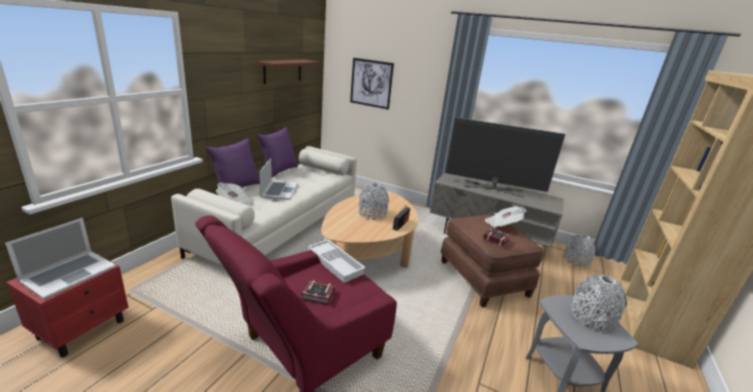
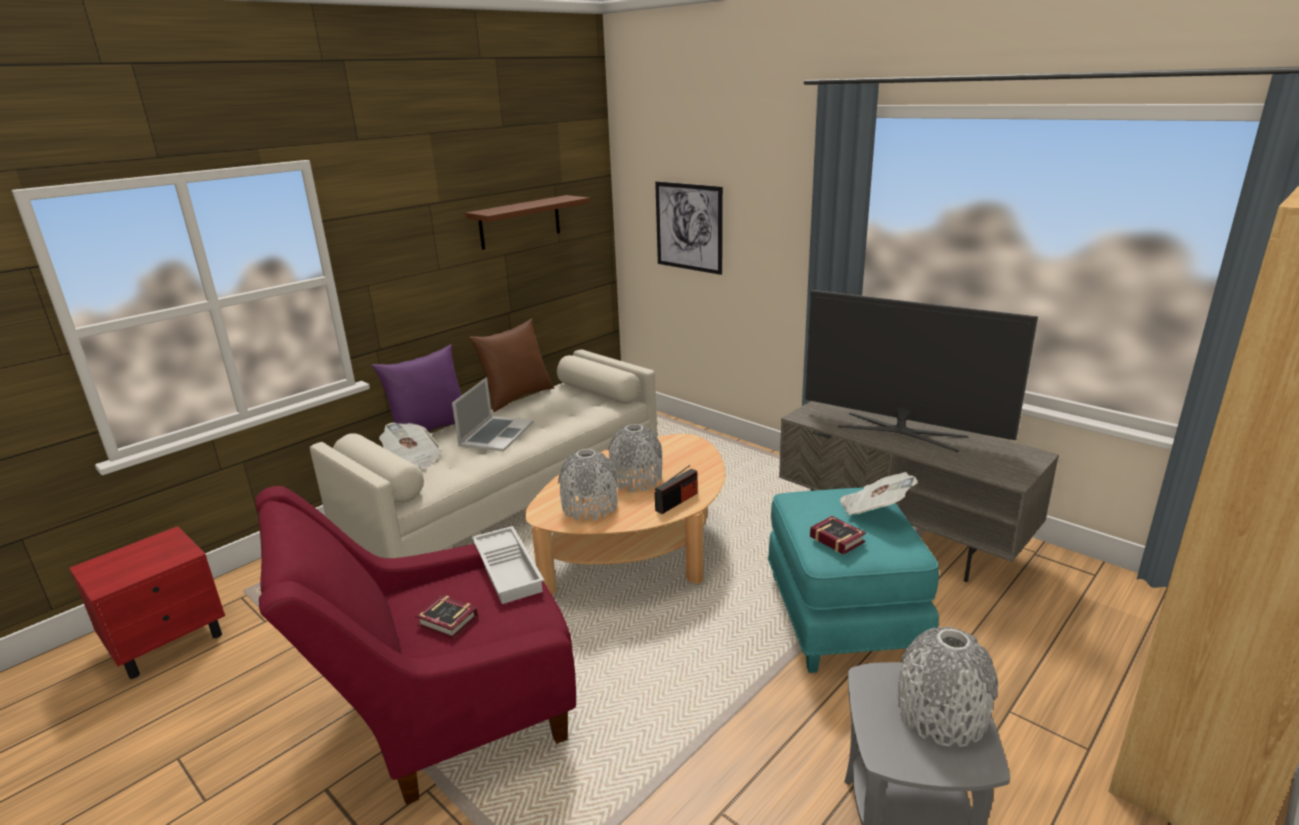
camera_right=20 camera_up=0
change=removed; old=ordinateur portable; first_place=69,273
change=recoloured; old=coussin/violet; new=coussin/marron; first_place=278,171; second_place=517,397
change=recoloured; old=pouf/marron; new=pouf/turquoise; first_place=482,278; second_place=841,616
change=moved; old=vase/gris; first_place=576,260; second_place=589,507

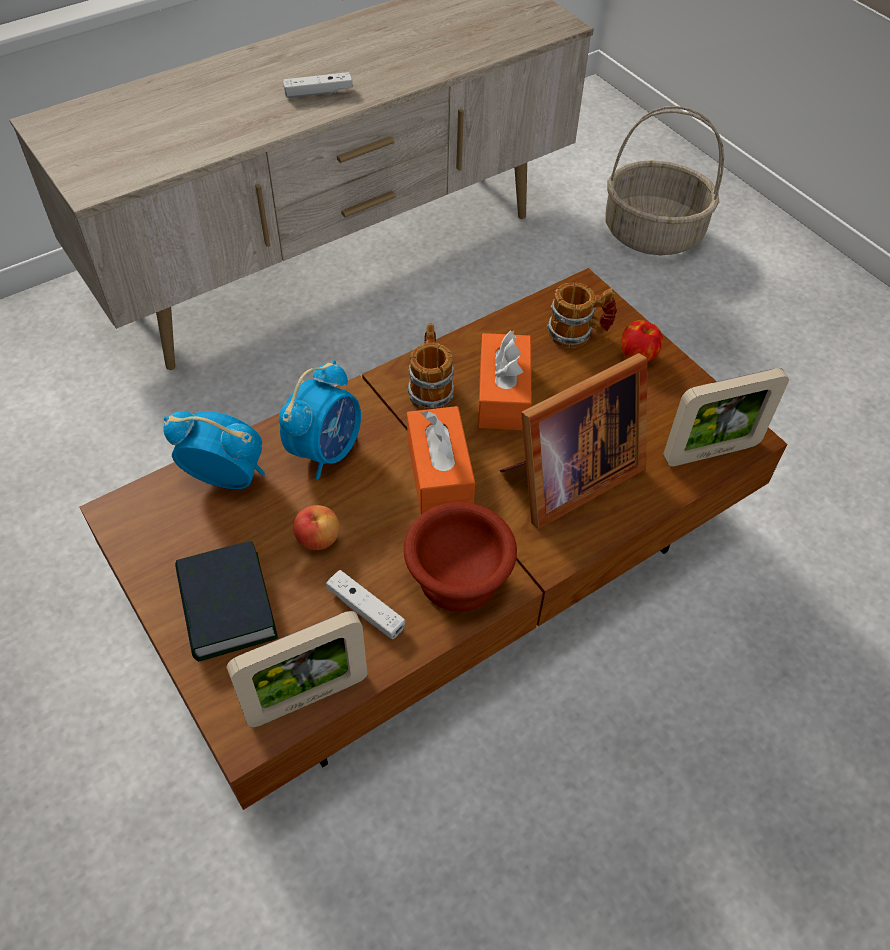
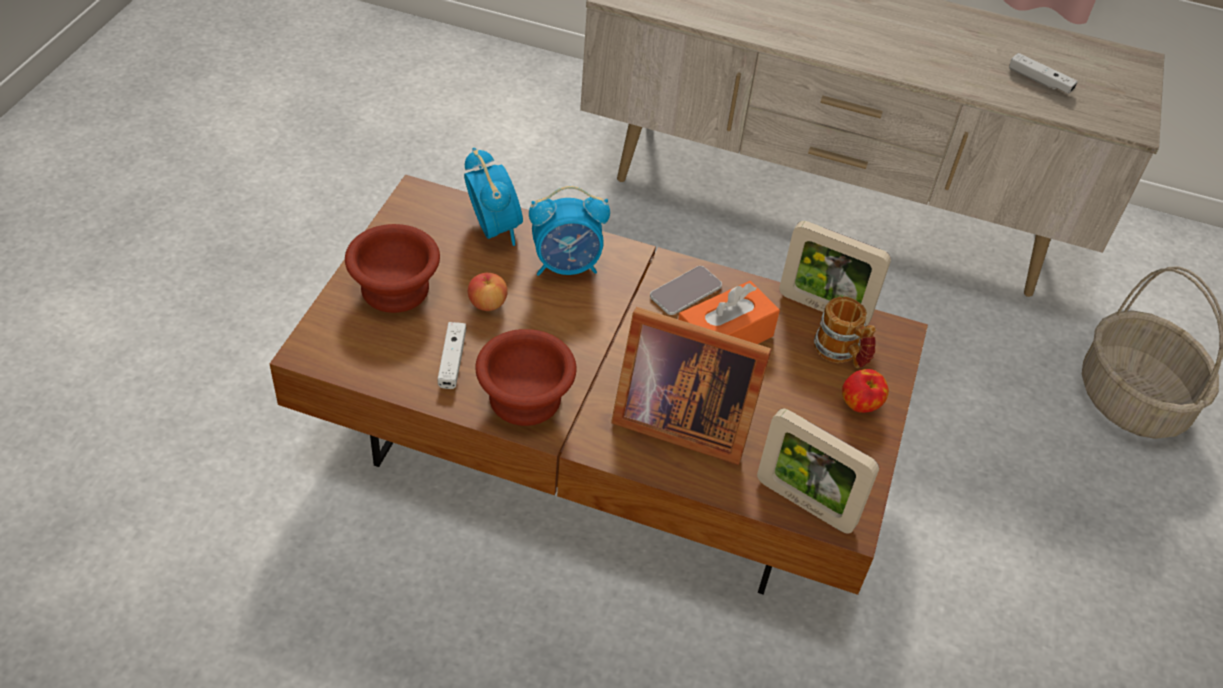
camera_right=50 camera_up=-5
change=replaced; old=livre; new=bol/marron; first_place=227,606; second_place=392,288
change=moved; old=cadre photo; first_place=307,698; second_place=823,308
change=moved; old=manette/blanc; first_place=318,92; second_place=1039,81
change=removed; old=boîte à mouchoirs/orange; first_place=439,472
change=replaced; old=mug; new=téléphone; first_place=430,387; second_place=685,291

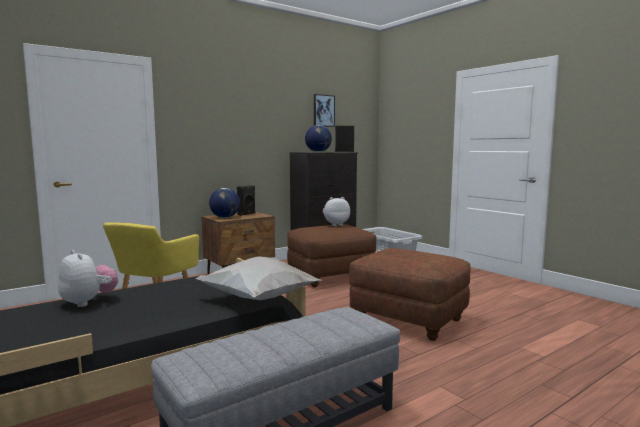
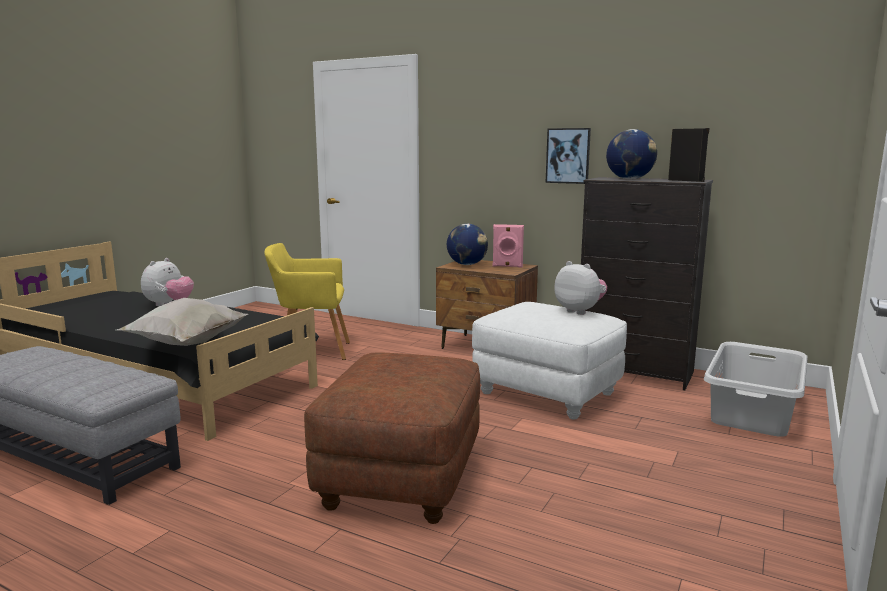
camera_right=65 camera_up=5
change=recoloured; old=enceinte/noir; new=enceinte/rose; first_place=247,214; second_place=507,266
change=recoloured; old=pouf/marron; new=pouf/blanc; first_place=330,276; second_place=546,393
change=moved; old=tableau; first_place=323,110; second_place=568,155

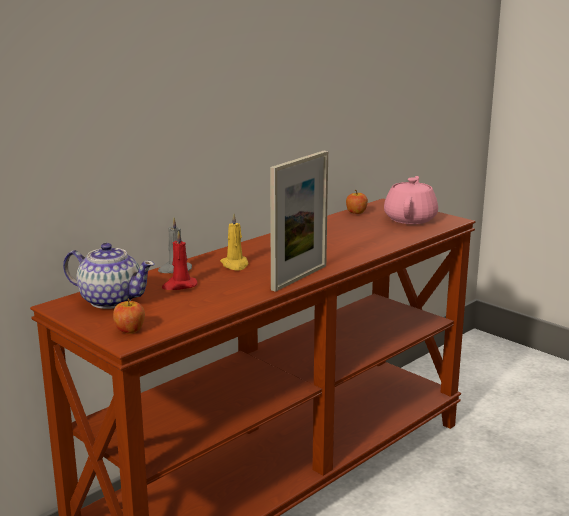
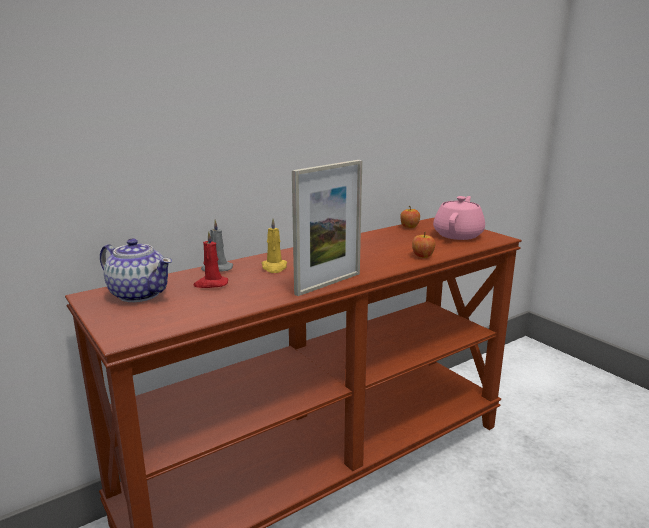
camera_right=10 camera_up=0
change=moved; old=pomme; first_place=130,330; second_place=422,256

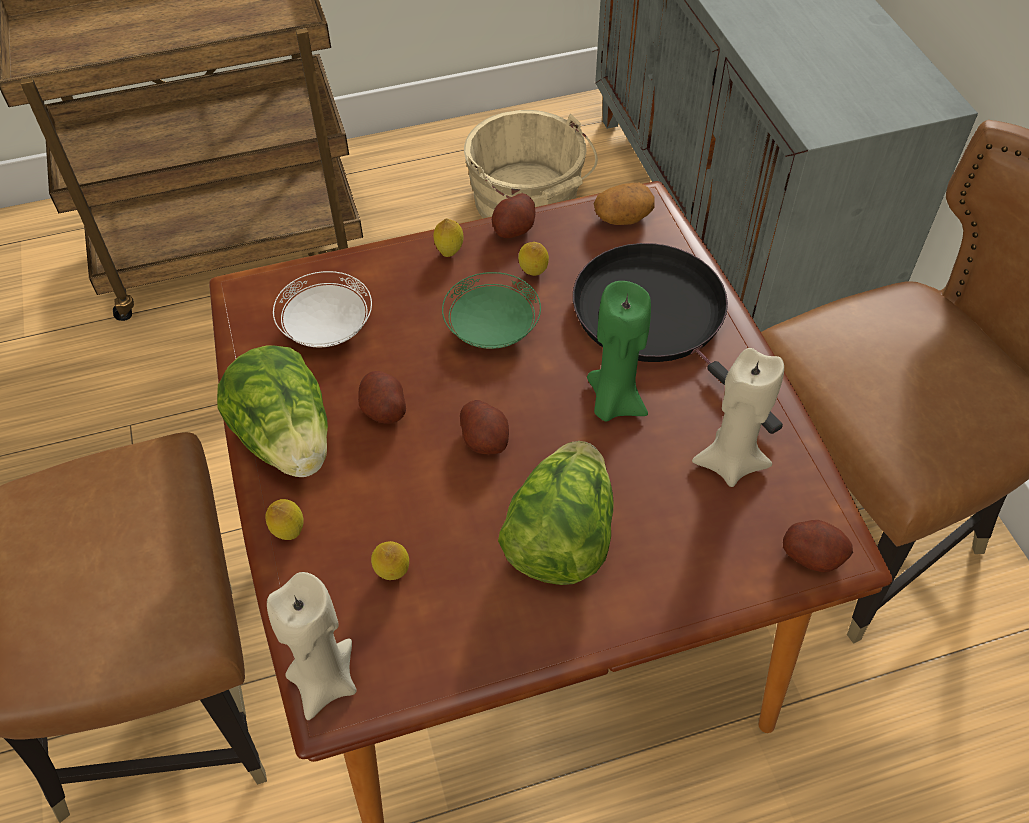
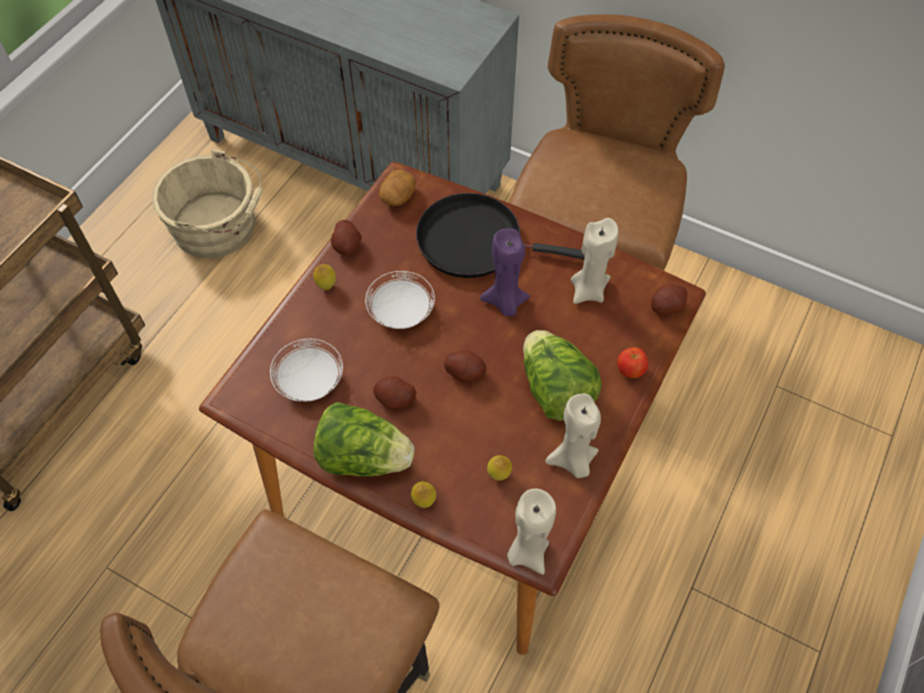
camera_right=-45 camera_up=5
change=recoloured; old=assiette/vert; new=assiette/blanc; first_place=491,330; second_place=401,312
change=removed; old=citron; first_place=533,274
change=recoloured; old=bougie/vert; new=bougie/violet; first_place=614,402; second_place=505,303
change=added; new=bougie/beige; second_place=572,461
change=added; new=pomme; second_place=630,370

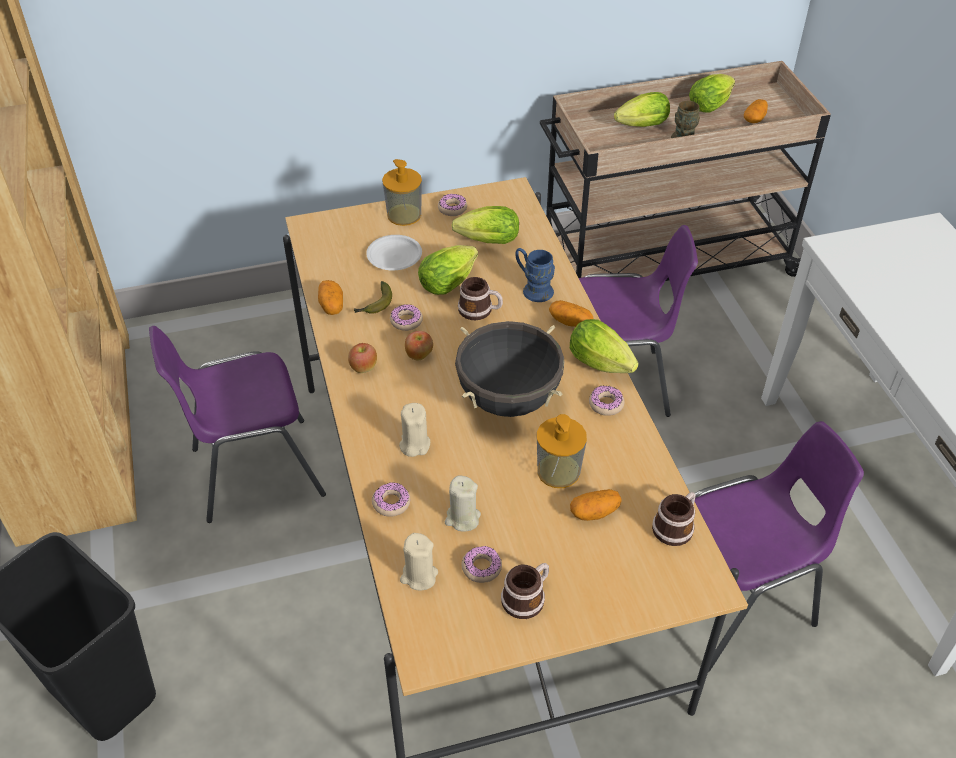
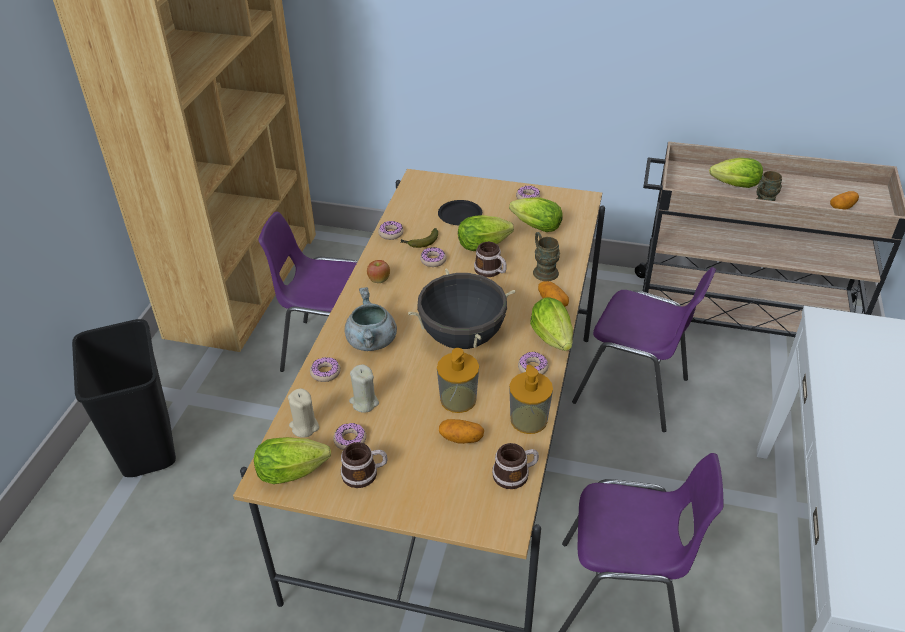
camera_right=30 camera_up=-5
change=replaced; old=pomme de terre; new=beignet; first_place=331,305; second_place=391,233
change=recoloured; old=assiette/blanc; new=assiette/noir; first_place=394,256; second_place=459,216
change=moved; old=distributeur de savon; first_place=404,215; second_place=528,419
change=replaced; old=bougie/beige; new=marmite/gris; first_place=414,444; second_place=372,342
change=removed; old=pomme; first_place=419,356
change=recoloured; old=mug/bleu; new=mug/marron; first_place=533,289; second_place=543,270
change=moved; old=laitue; first_place=711,105; second_place=296,471

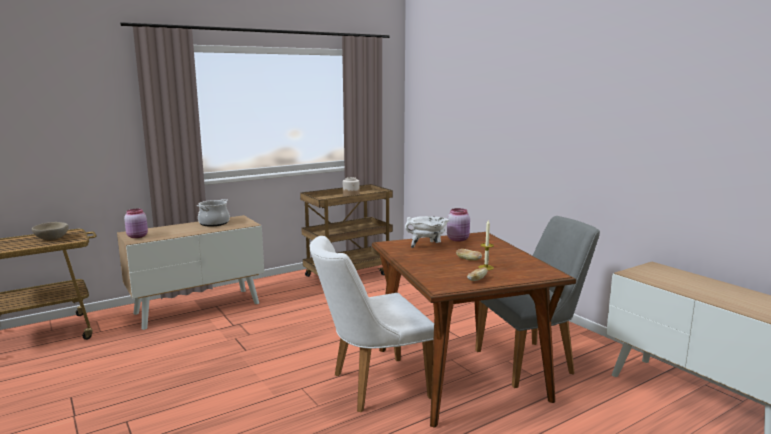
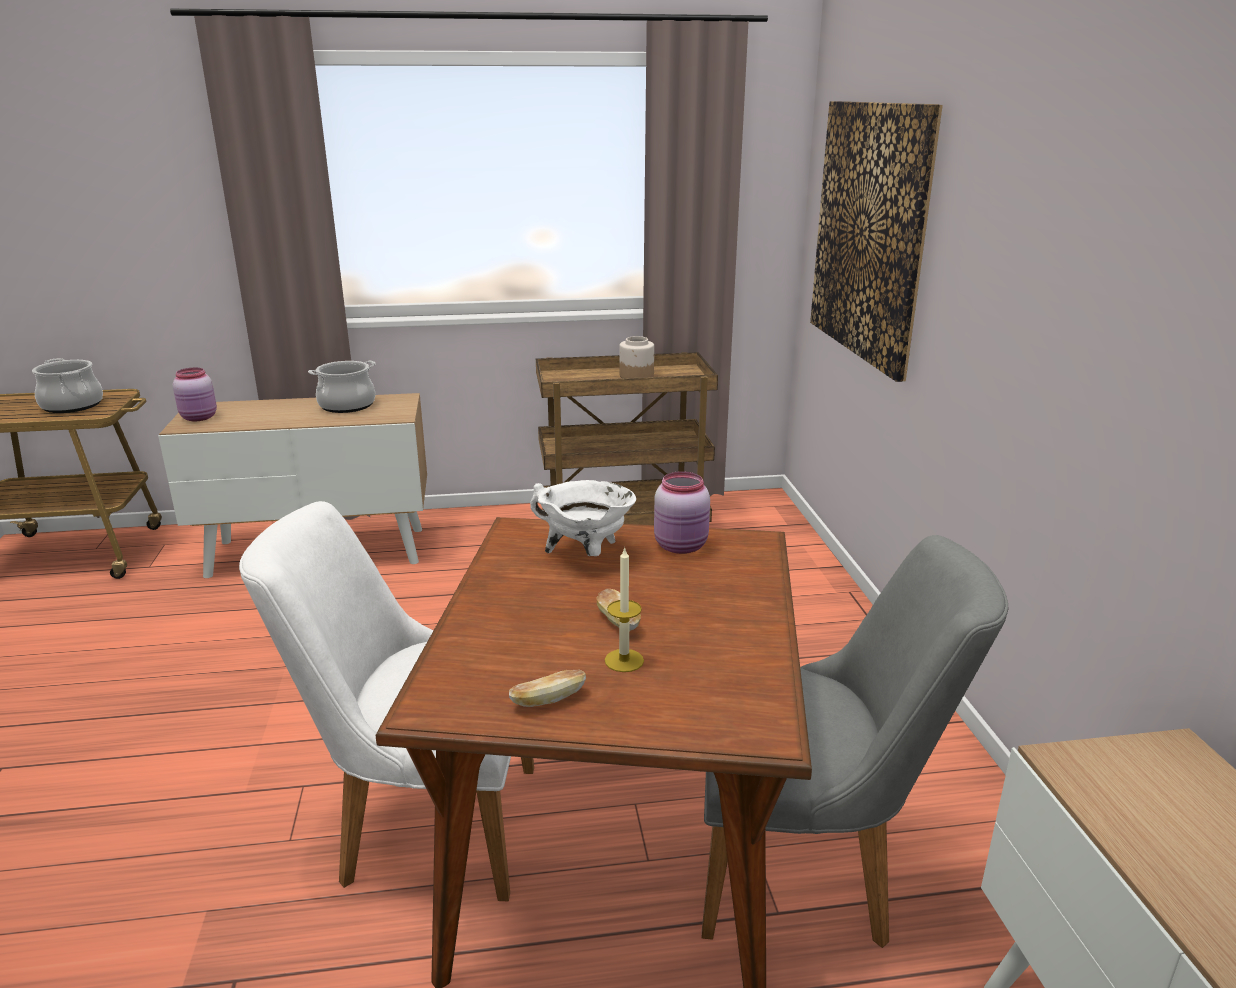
camera_right=25 camera_up=10
change=replaced; old=bol/beige; new=marmite; first_place=51,239; second_place=72,405
change=added; new=tableau; second_place=869,232

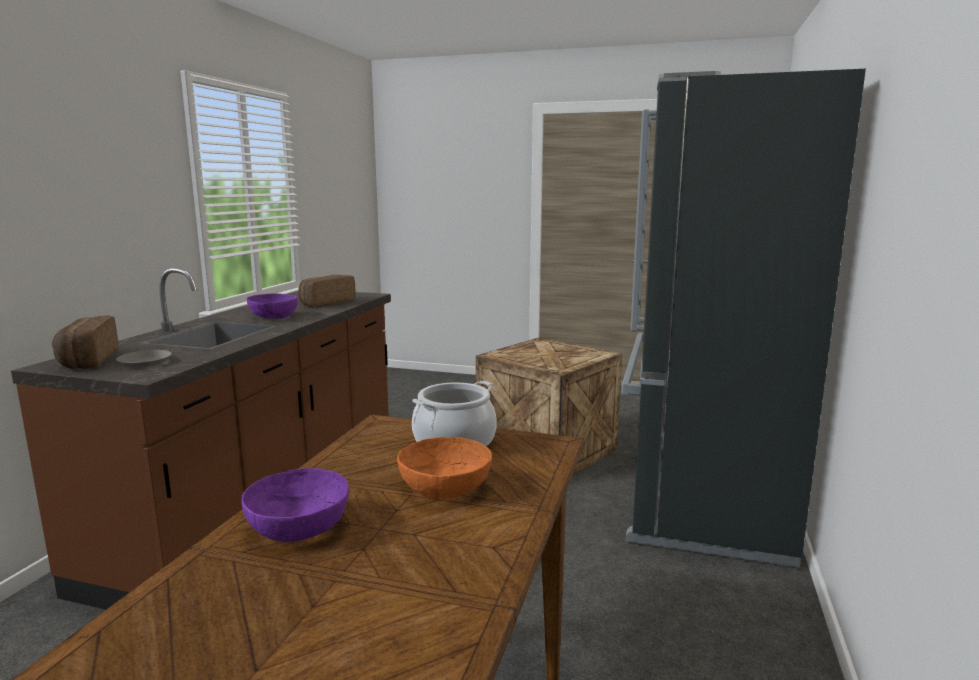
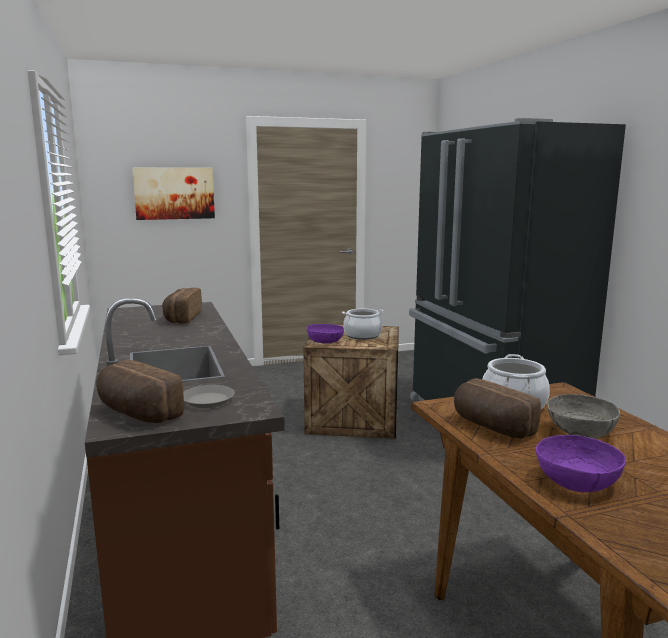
camera_right=-35 camera_up=0
change=moved; old=bol/violet; first_place=273,317; second_place=325,342
change=recoloured; old=bol/orange; new=bol/gris; first_place=444,488; second_place=580,431
change=added; new=tableau; second_place=174,193
change=added; new=marmite; second_place=362,335
change=added; new=pain; second_place=491,427

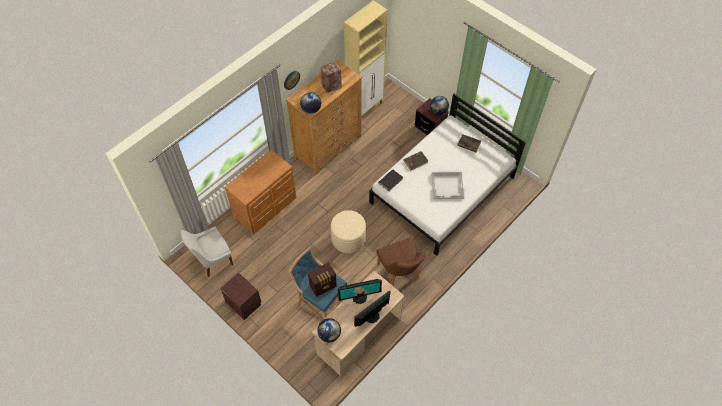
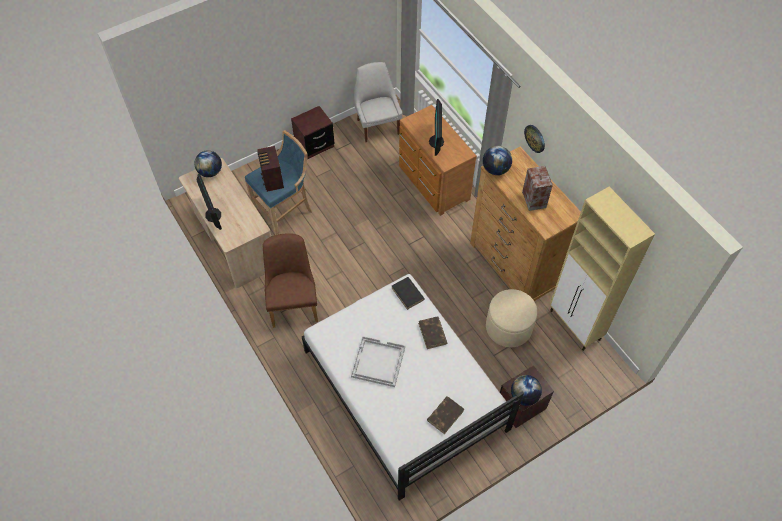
camera_right=105 camera_up=0
change=moved; old=pouf/beige; first_place=348,238; second_place=508,327
change=moved; old=écran d'ordinateur; first_place=359,297; second_place=436,141
change=turned; old=chaise/marron; first_place=400,274; second_place=293,302; degrees=90

